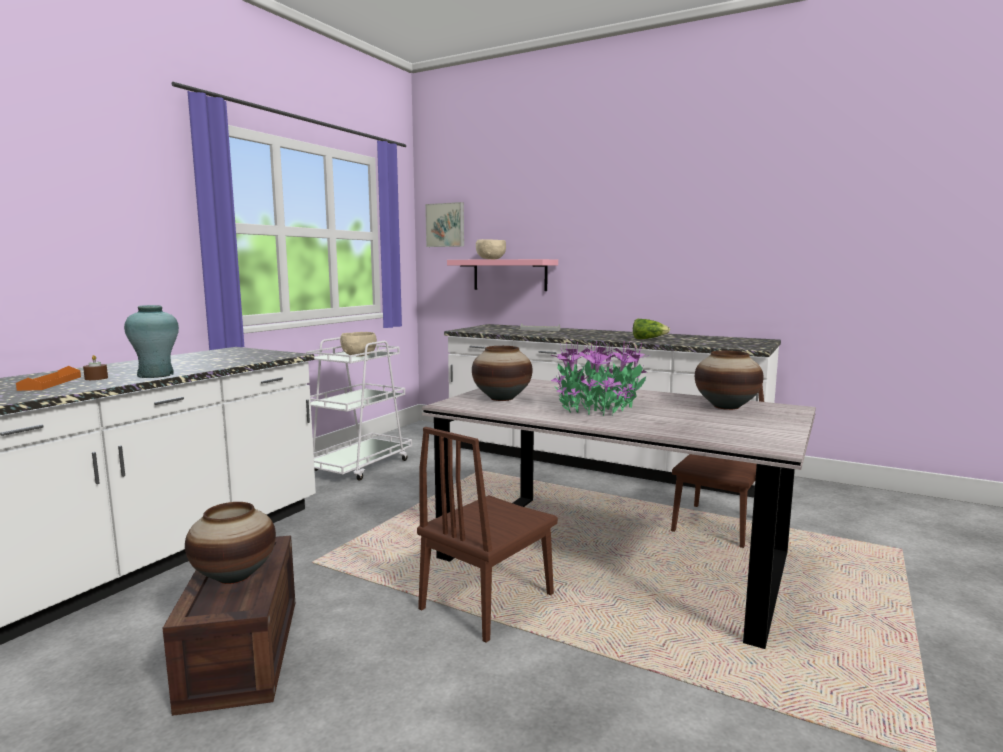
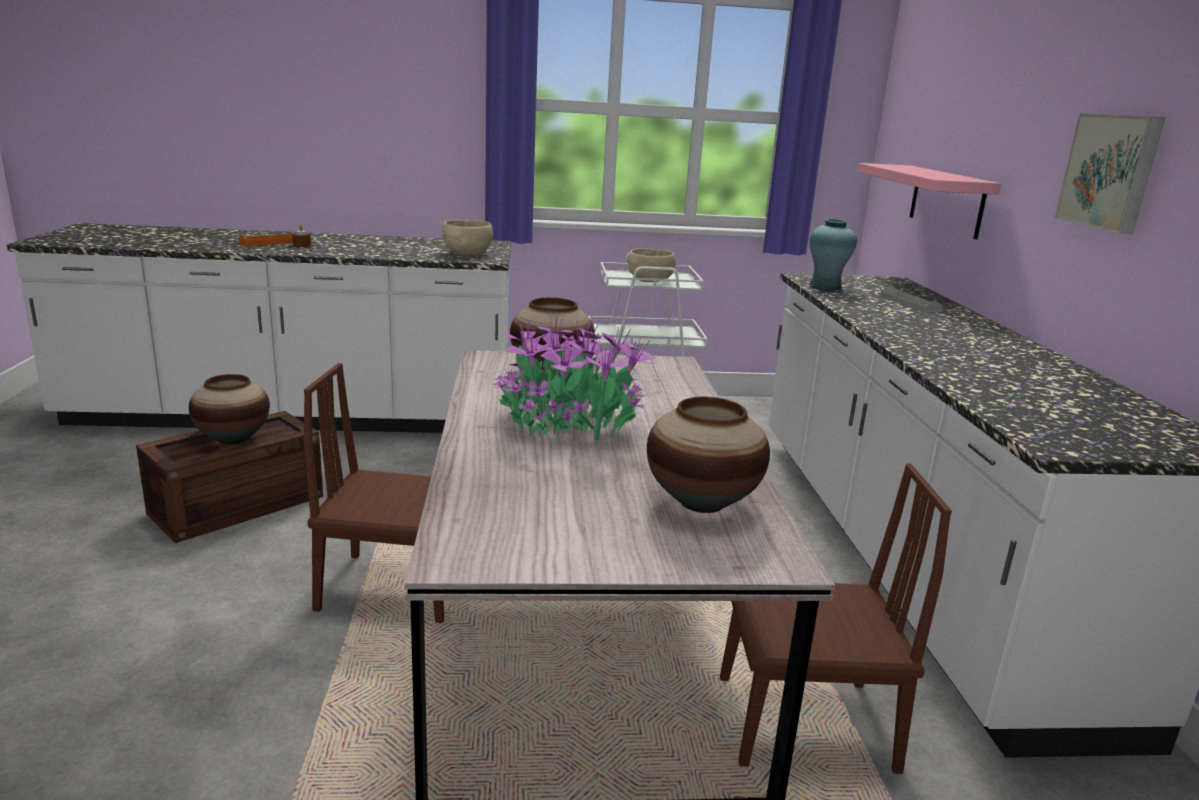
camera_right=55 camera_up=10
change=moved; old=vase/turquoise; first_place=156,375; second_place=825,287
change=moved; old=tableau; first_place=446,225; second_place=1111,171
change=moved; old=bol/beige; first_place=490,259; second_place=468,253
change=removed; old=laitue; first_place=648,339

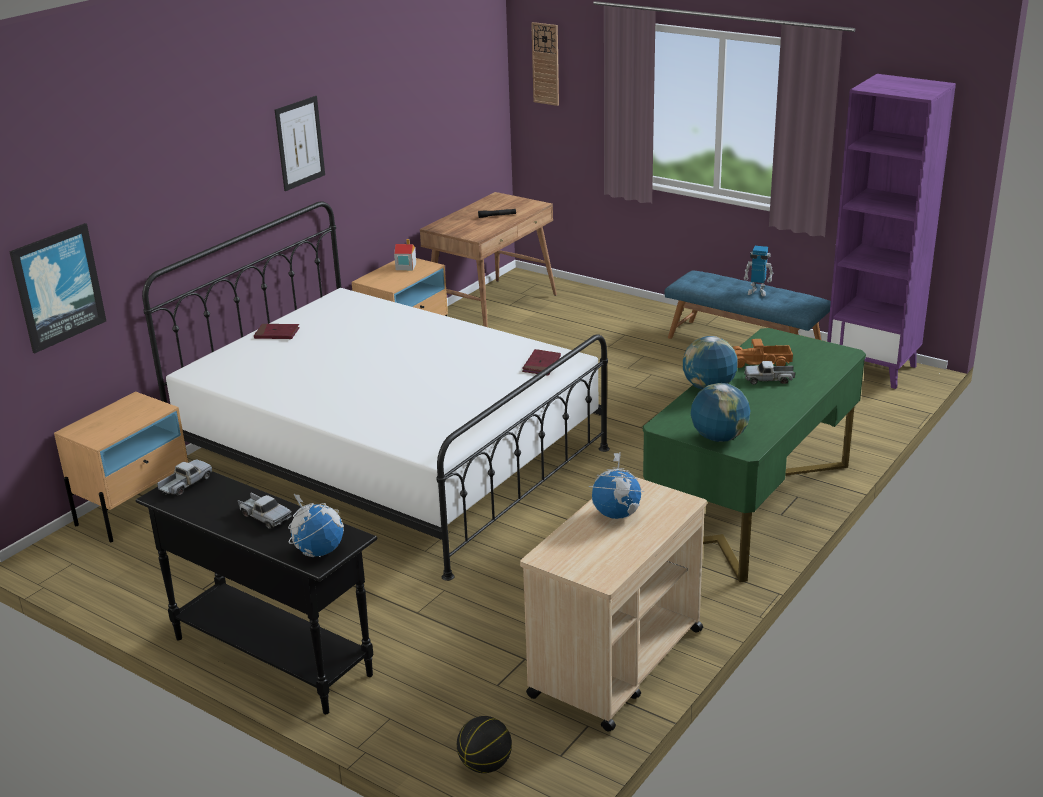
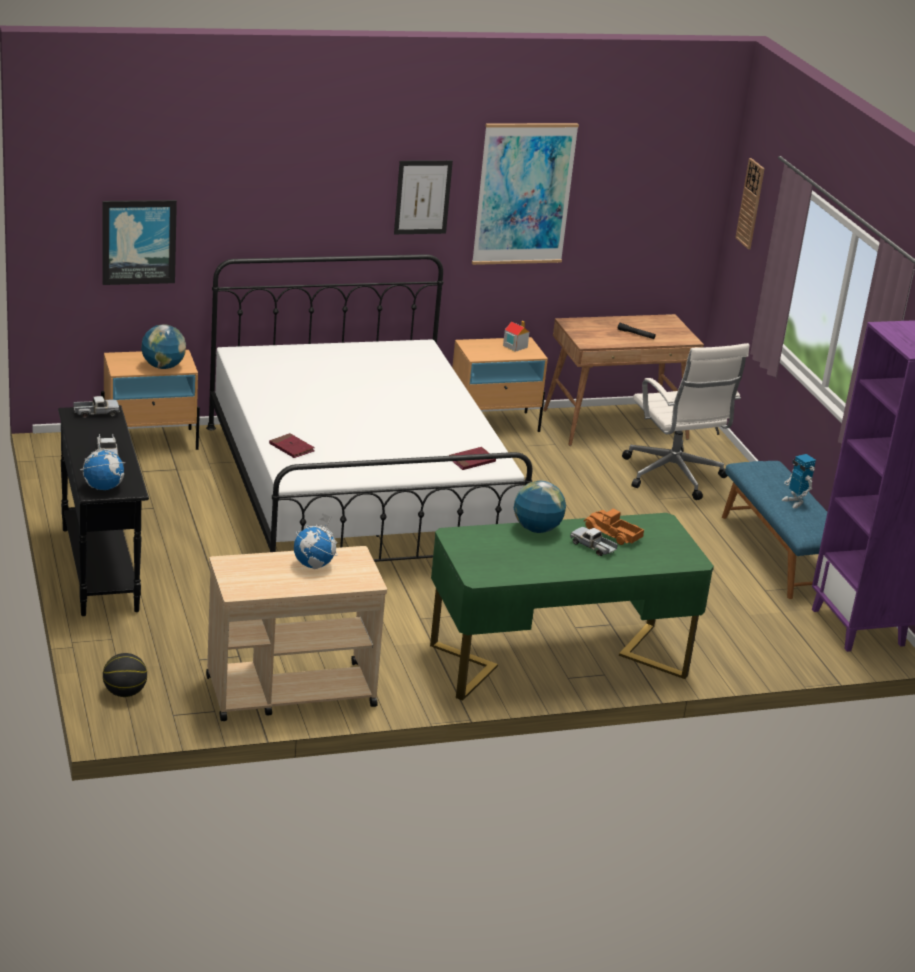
camera_right=35 camera_up=0
change=moved; old=livre/rouge; first_place=277,334; second_place=291,448
change=moved; old=globe; first_place=719,438; second_place=163,367
change=added; new=tableau; second_place=524,194
change=added; new=chaise de bureau/blanc; second_place=673,476

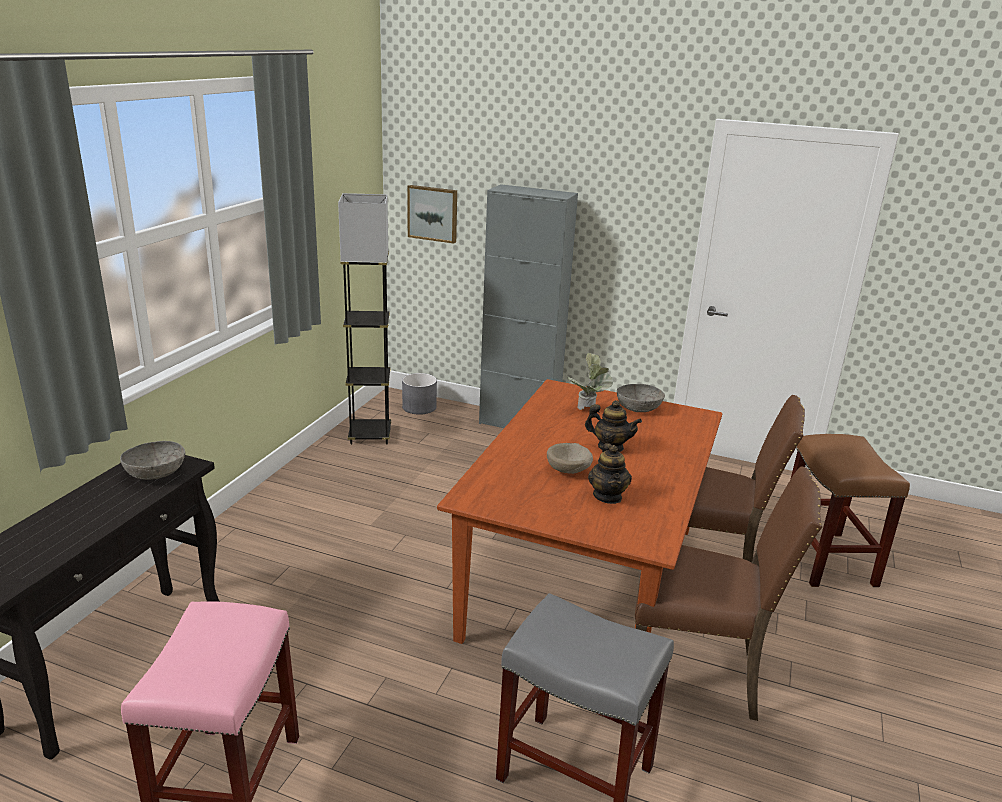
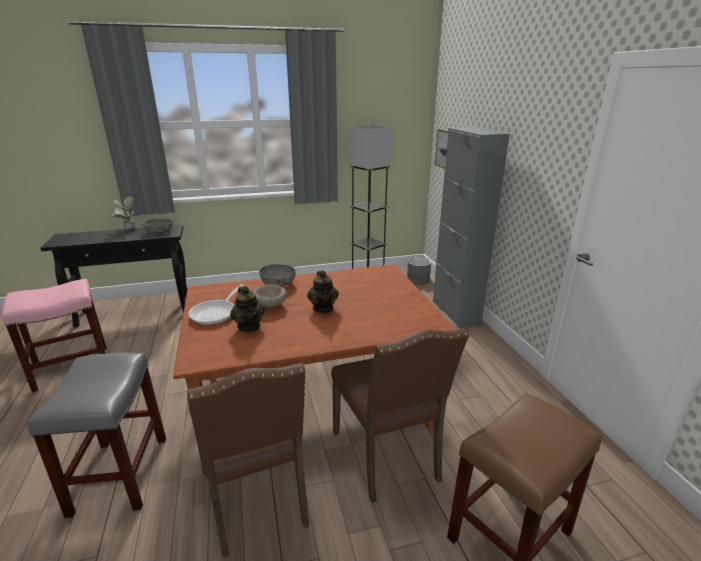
camera_right=55 camera_up=0
change=moved; old=plante en pot; first_place=588,410; second_place=128,230
change=turned; old=théière; first_place=608,496; second_place=249,326; degrees=-75
change=moved; old=bol/gris; first_place=638,408; second_place=278,283
change=added; new=poêle; second_place=216,313

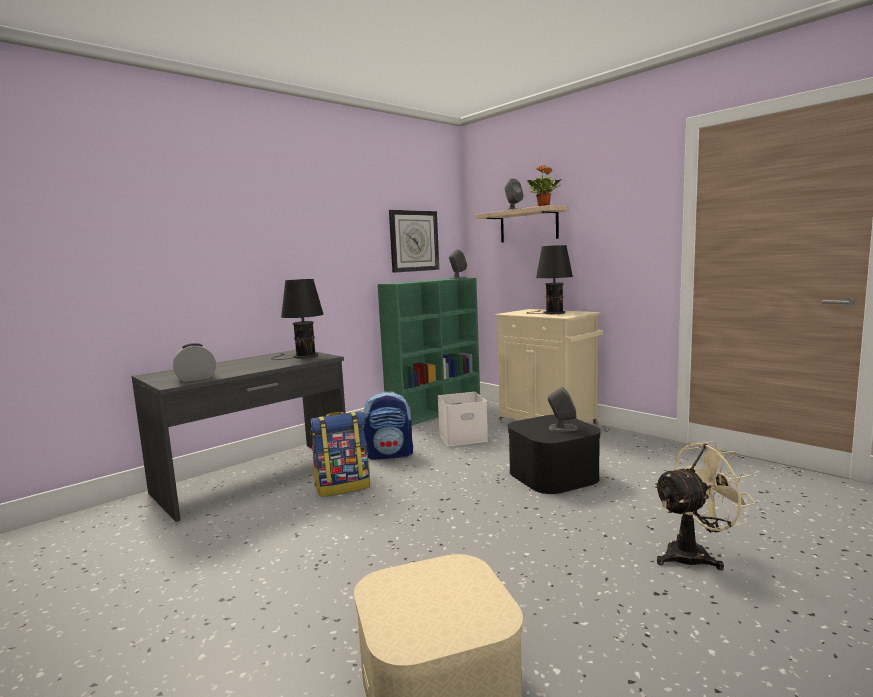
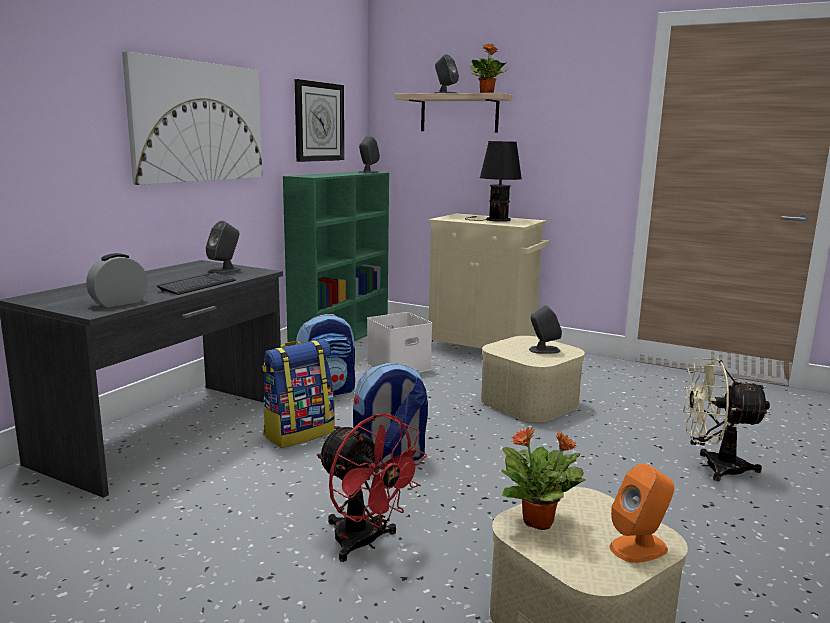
camera_right=-20 camera_up=5
change=replaced; old=lampe de table/noir; new=enceinte/gris; first_place=302,356; second_place=225,271
change=recoloured; old=boîte de rangement/noir; new=boîte de rangement/beige; first_place=553,475; second_place=529,402
change=turned; old=ventilateur/beige; first_place=695,555; second_place=713,467; degrees=-135
change=added; new=tableau; second_place=198,122
change=added; new=clavier; second_place=197,285
change=added; new=ventilateur/rouge; second_place=365,543
change=added; new=sac à dos; second_place=389,459
change=added; new=plante en pot; second_place=539,522
change=added; new=enceinte/orange; second_place=639,547

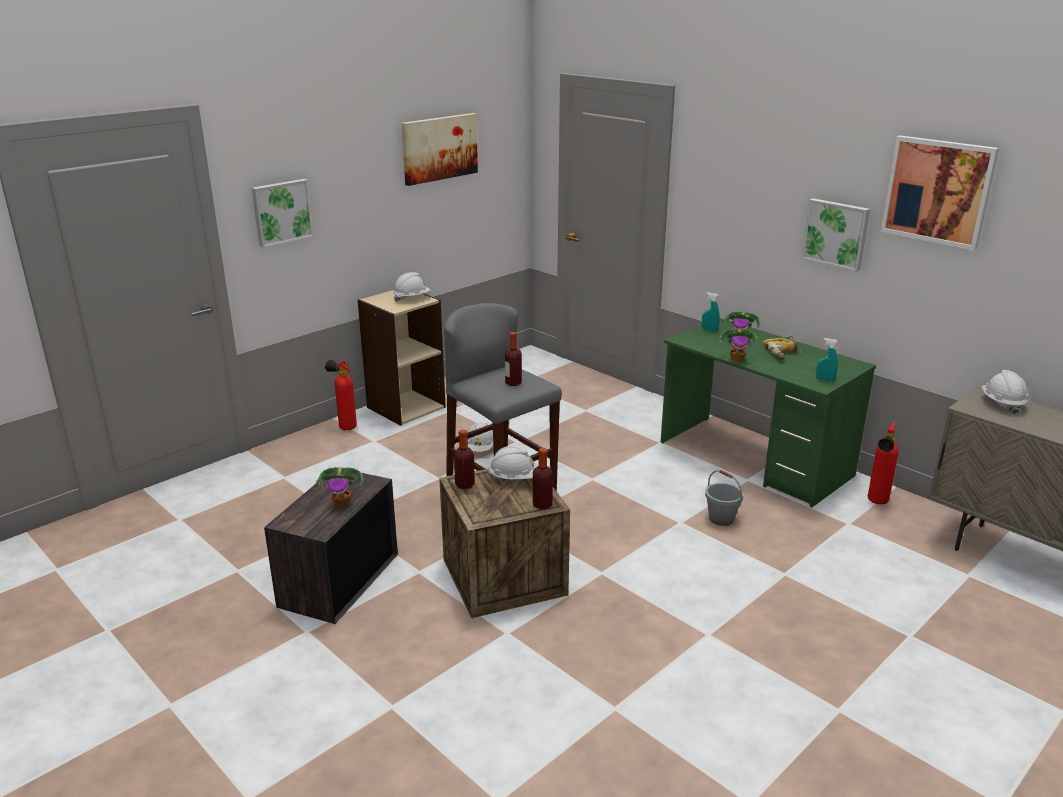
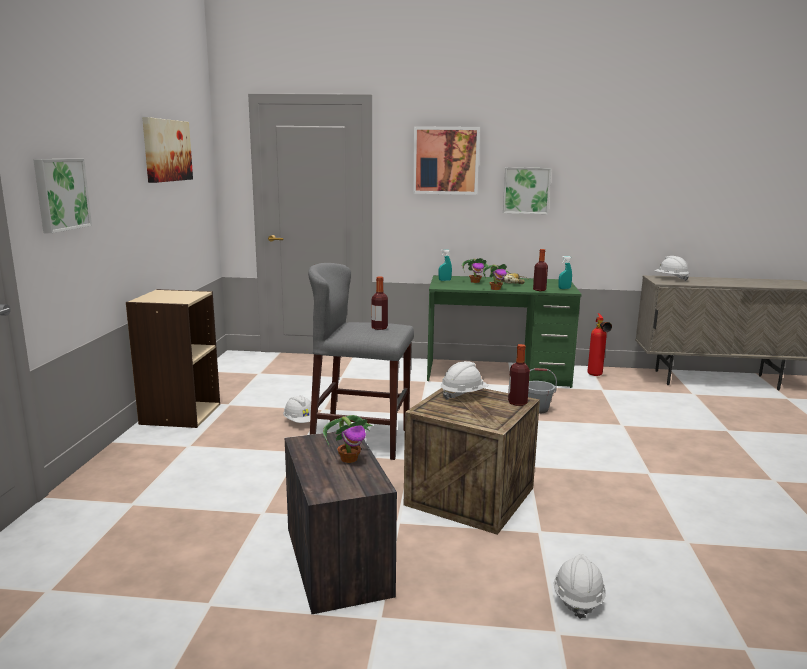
camera_right=-40 camera_up=-10
change=removed; old=extincteur; first_place=345,427
change=moved; old=casque de chantier/blanc; first_place=411,298; second_place=577,598
change=moved; old=bouteille; first_place=465,485; second_place=539,290
change=moved; old=tableau; first_place=938,191; second_place=446,160

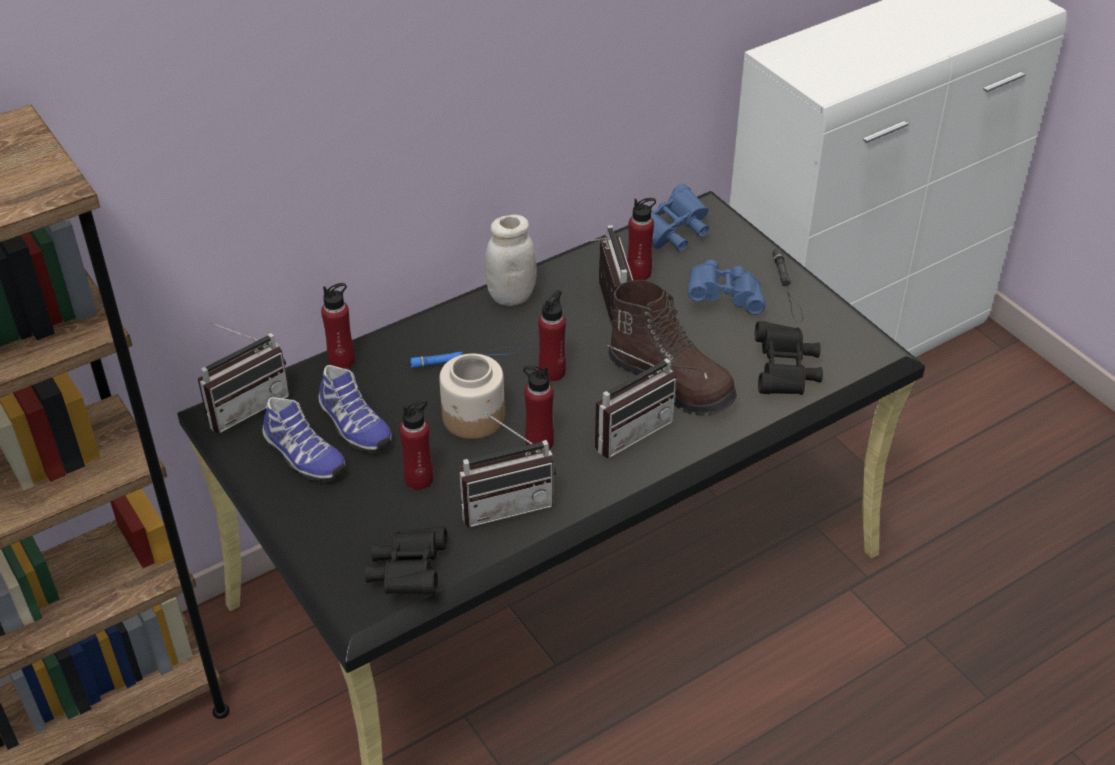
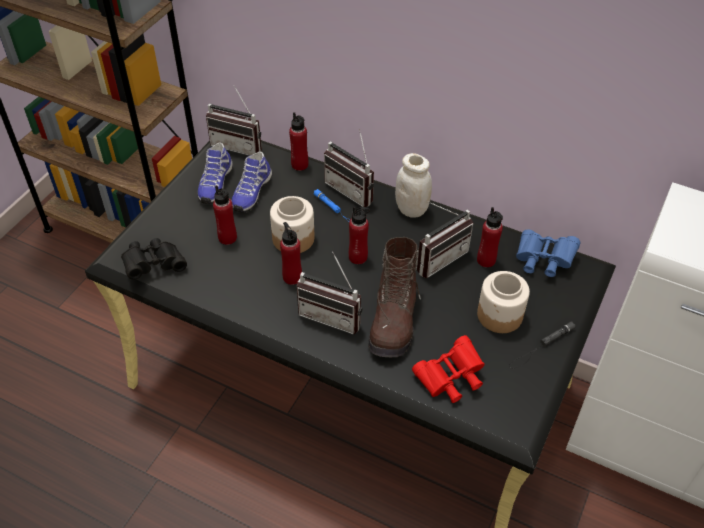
camera_right=60 camera_up=5
change=moved; old=radio; first_place=505,502; second_place=353,190
change=replaced; old=jumelles/bleu; new=bocal; first_place=725,298; second_place=500,315
change=recoloured; old=jumelles/noir; new=jumelles/rouge; first_place=785,372; second_place=450,379

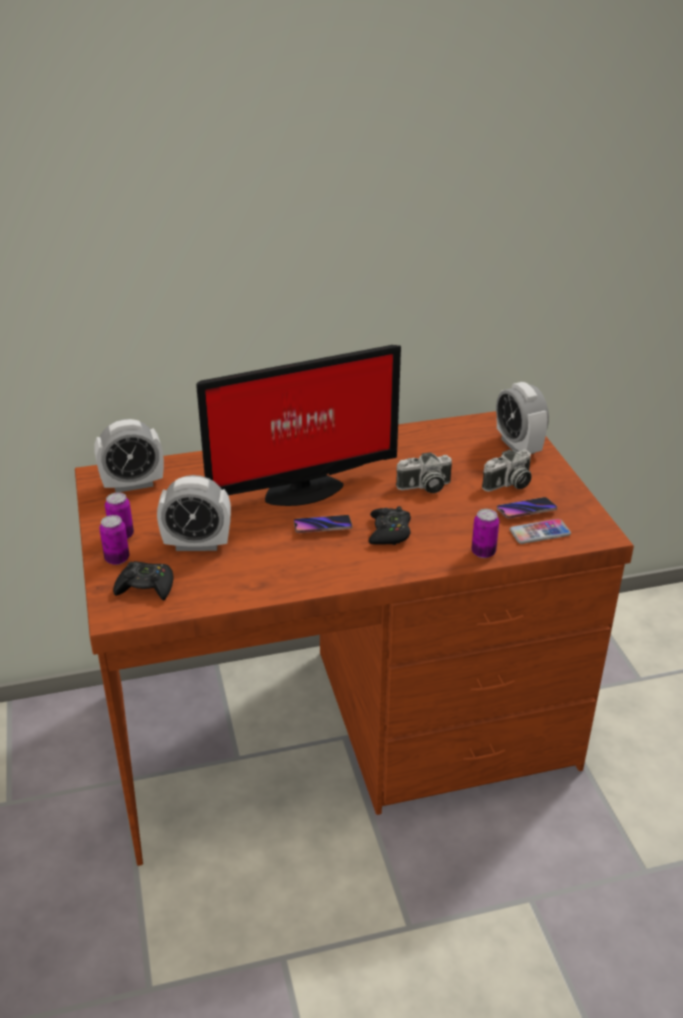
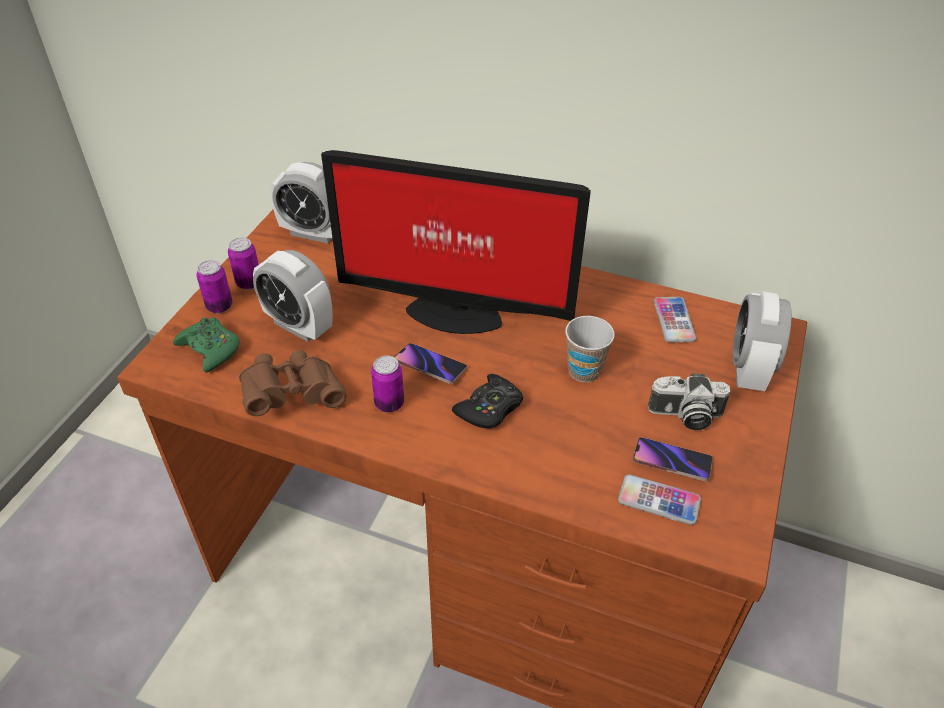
camera_right=35 camera_up=10
change=recoloured; old=manette/noir; new=manette/vert; first_place=146,587; second_place=210,349
change=replaced; old=appareil photo; new=tasse; first_place=424,487; second_place=584,371
change=moved; old=boîte métallique; first_place=483,552; second_place=389,403
change=added; new=jumelles/marron; second_place=292,395
change=added; new=téléphone; second_place=674,320

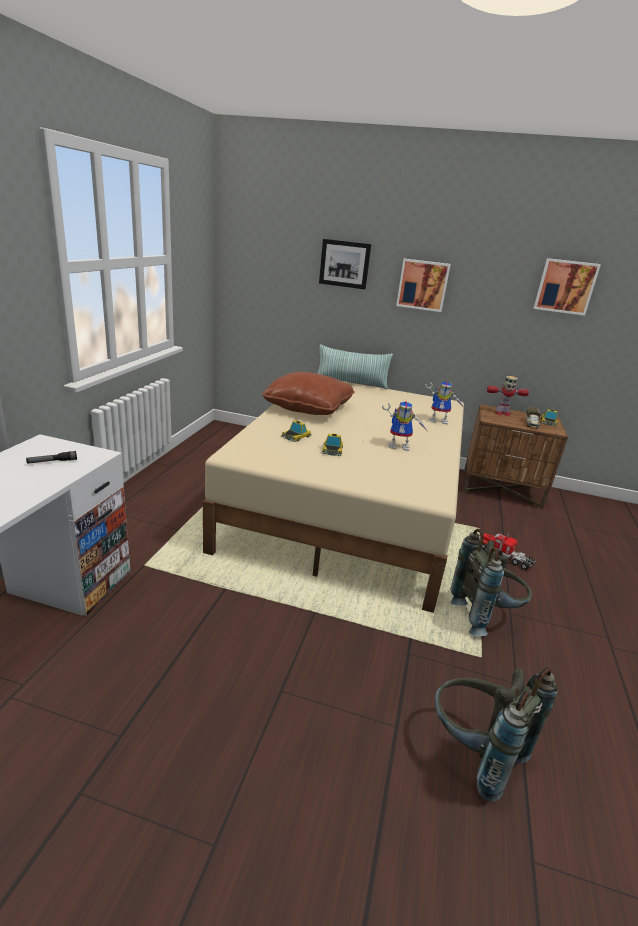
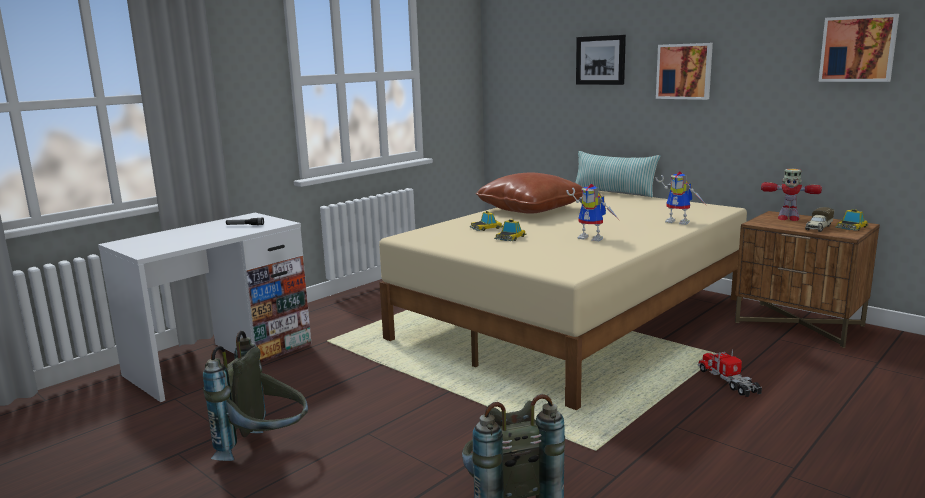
camera_right=30 camera_up=-10
change=moved; old=sac à dos/gris; first_place=485,615; second_place=266,449

